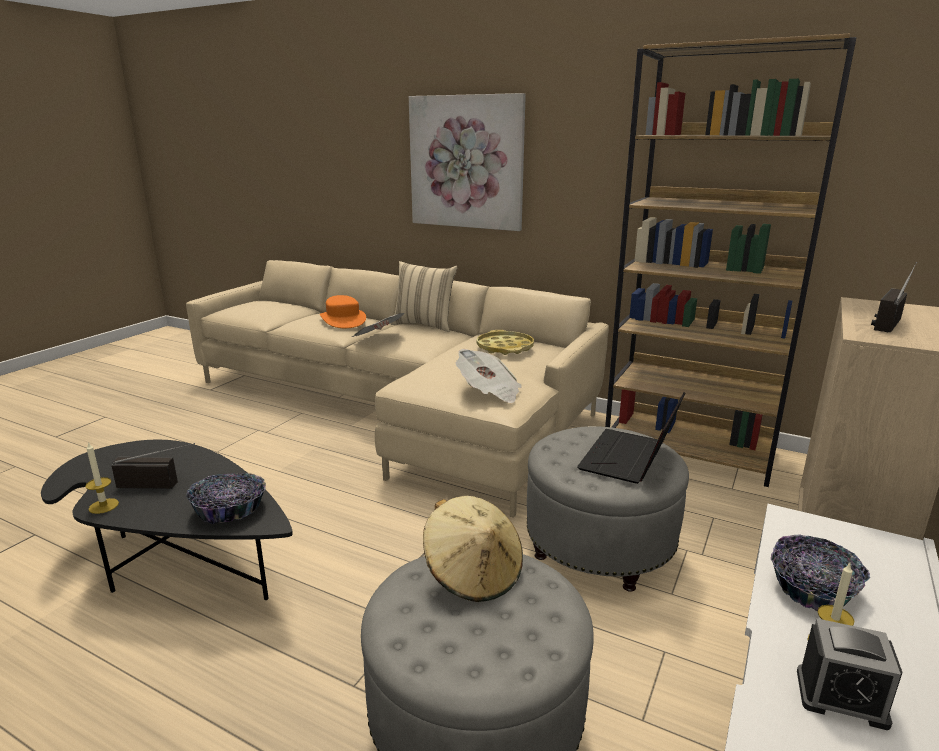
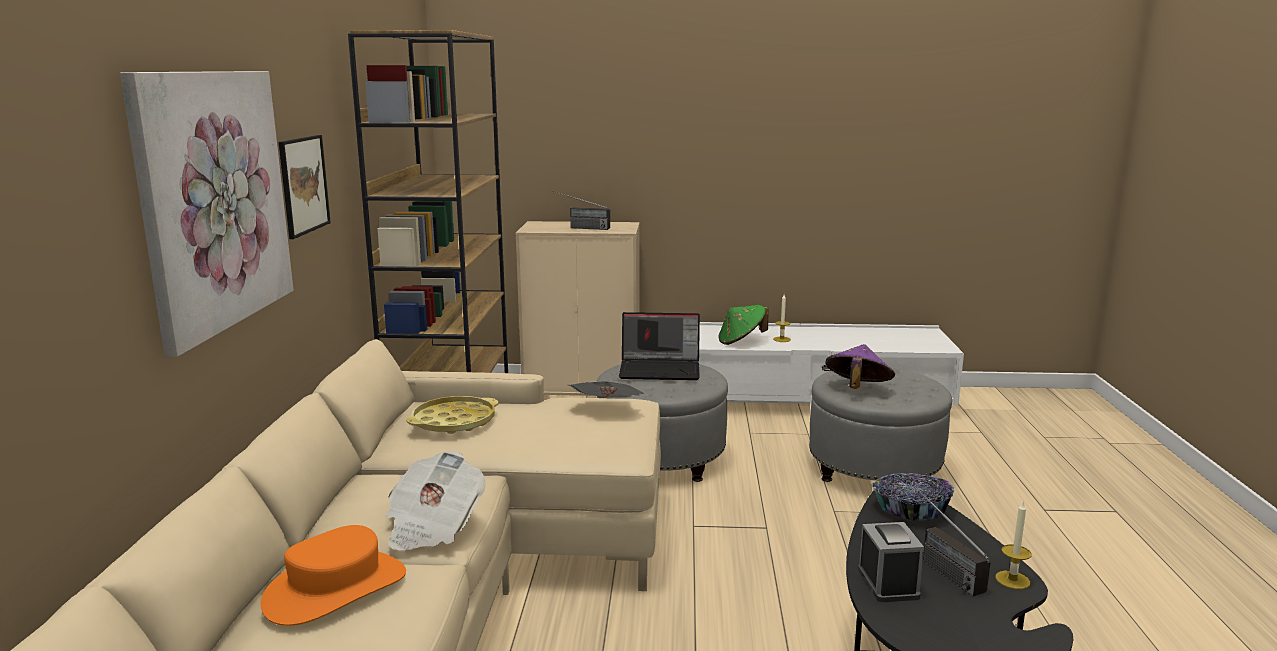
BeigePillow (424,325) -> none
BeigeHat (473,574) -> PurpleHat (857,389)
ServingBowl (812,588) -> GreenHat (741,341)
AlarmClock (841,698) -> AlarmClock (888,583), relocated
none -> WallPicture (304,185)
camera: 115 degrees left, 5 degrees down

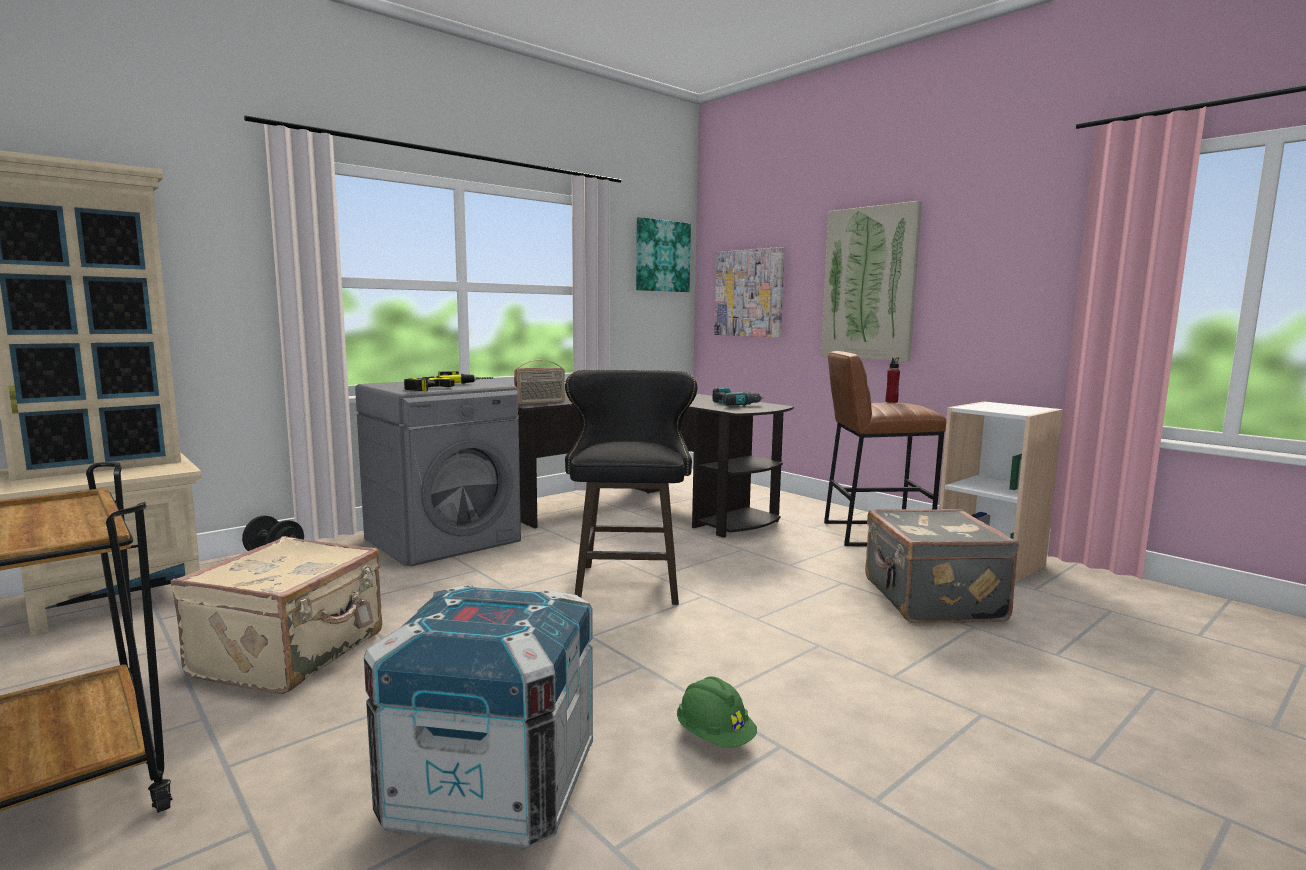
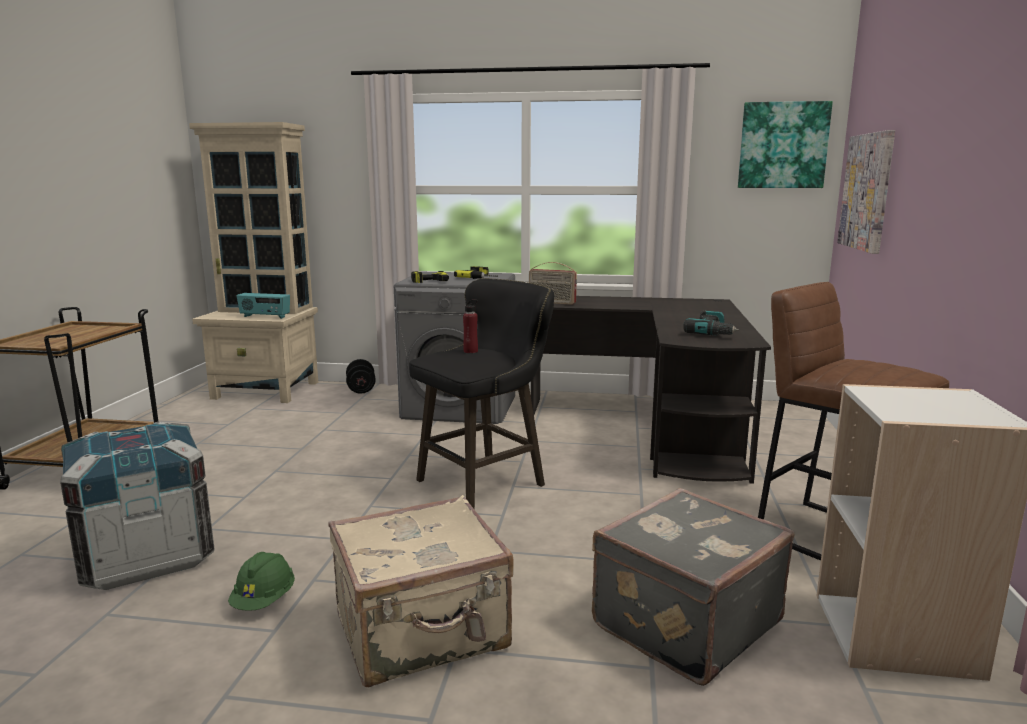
BeigePieceOfLuggage (292,654) -> BeigePieceOfLuggage (422,632), relocated
WallPicture (869,283) -> none
RedColouredBottle (891,401) -> RedColouredBottle (470,351), relocated
none -> Radio (264,317)
camera: 50 degrees right, 5 degrees up

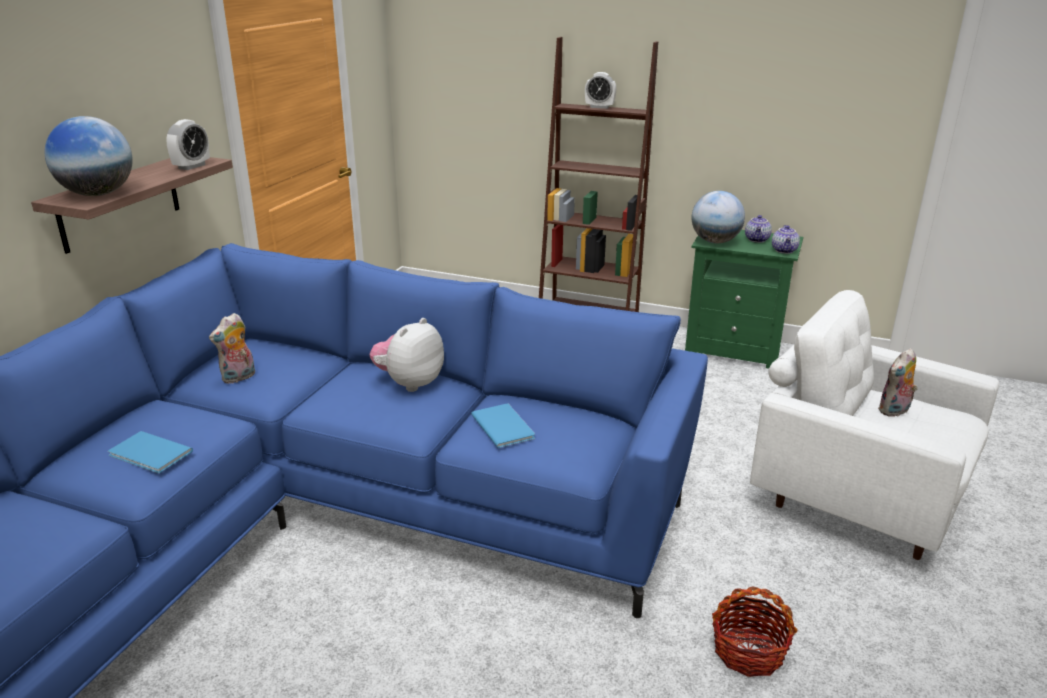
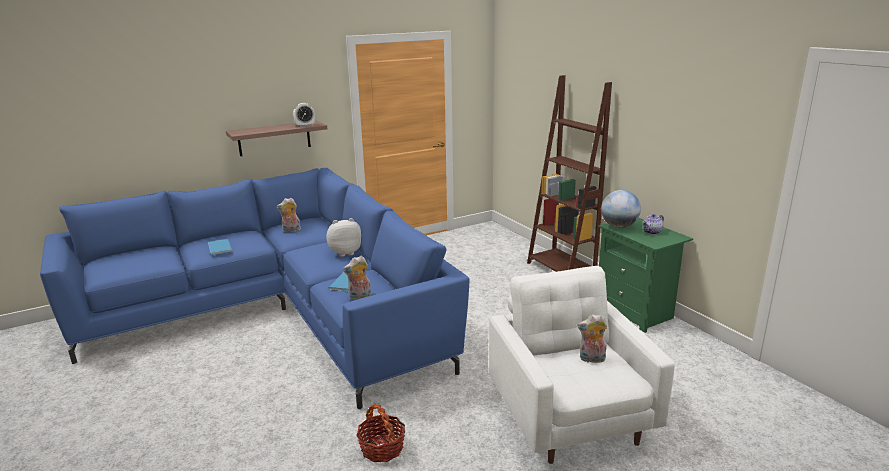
Globe (98,194) -> none
AlarmClock (599,107) -> none
TeaPot (784,251) -> none
none -> PlushToy (360,297)
camera: 40 degrees right, 5 degrees down

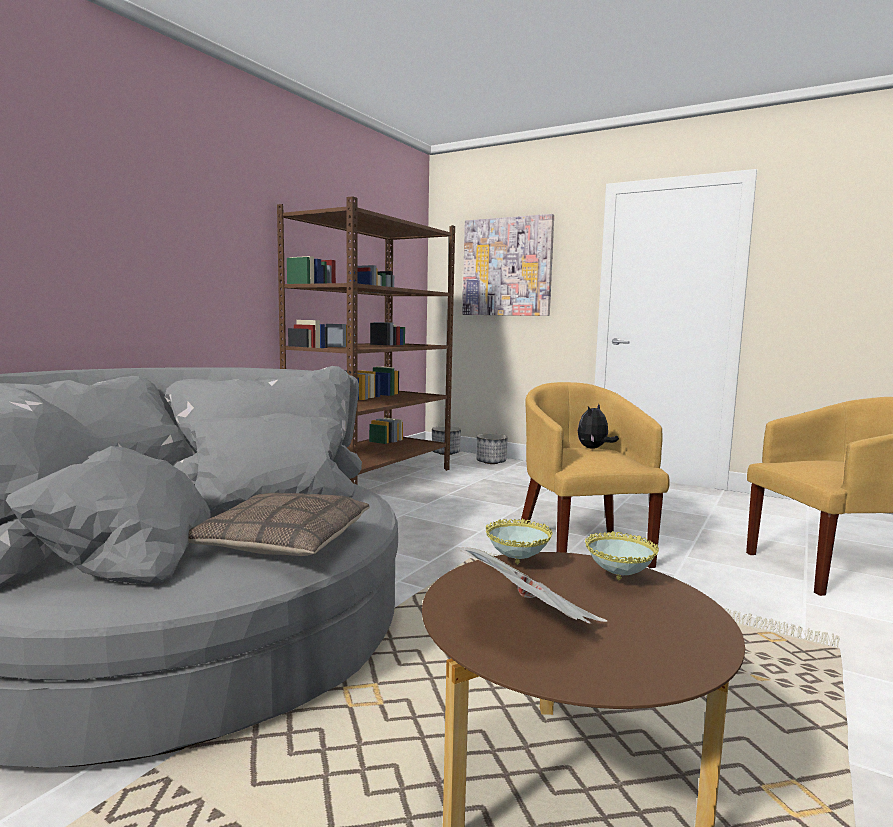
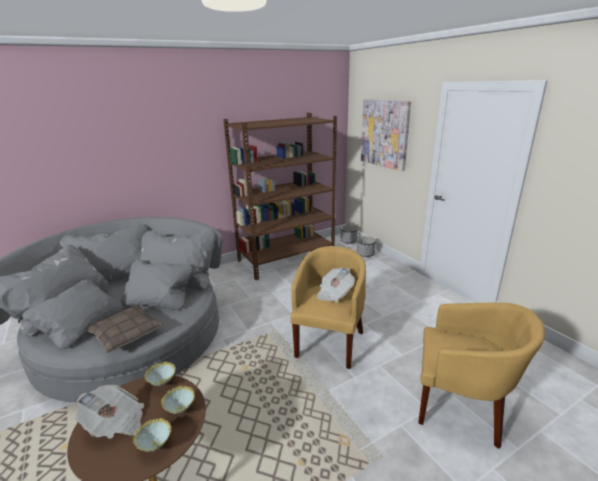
PlushToy (594,448) -> PrintedPaper (334,293)
none -> ServingBowl (156,446)
camera: 30 degrees right, 15 degrees up

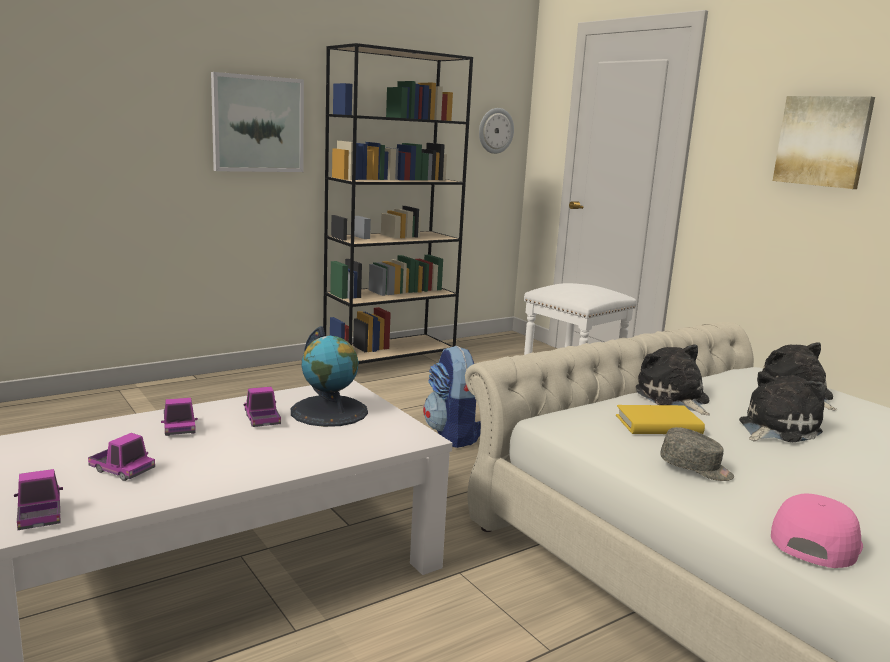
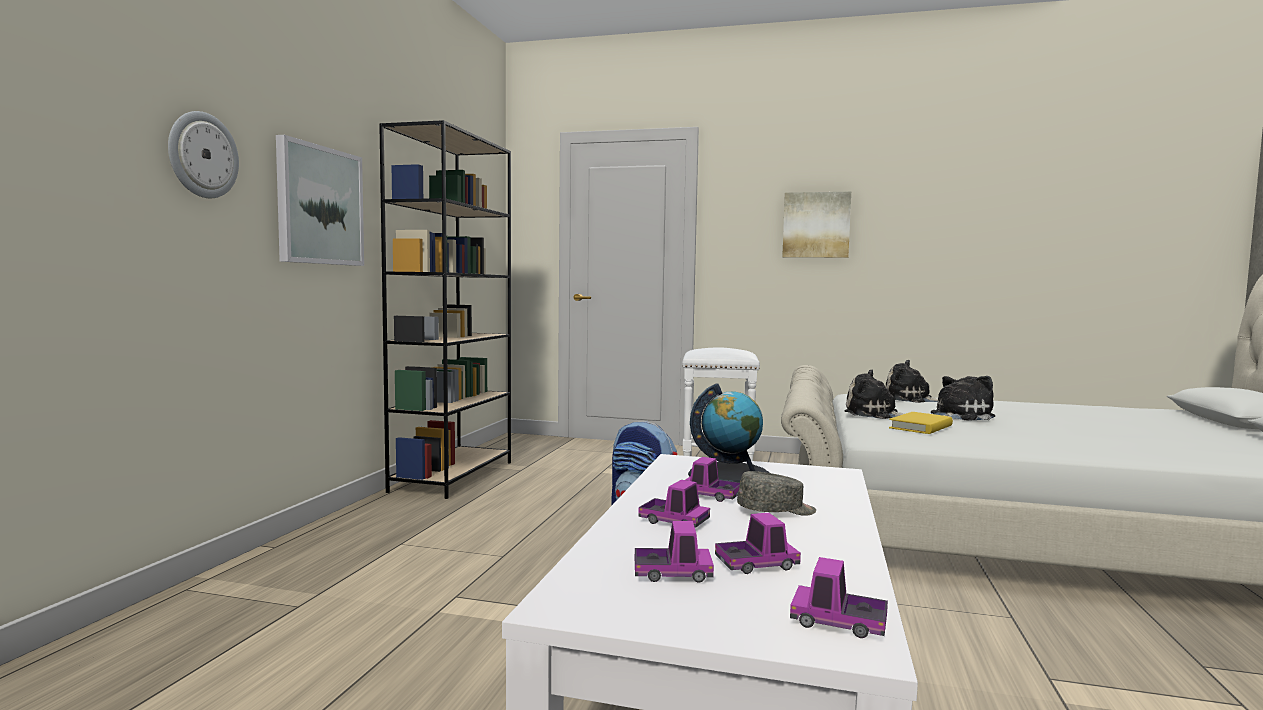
WallClock (495,130) -> WallClock (202,155), relocated
GreyishCap (696,468) -> GreyishCap (776,511), relocated
PlushToy (775,428) -> PlushToy (958,416), 45 degrees clockwise
PinkColouredCap (814,540) -> none
none -> ModelTruck (672,574)
camera: 40 degrees left, 10 degrees down

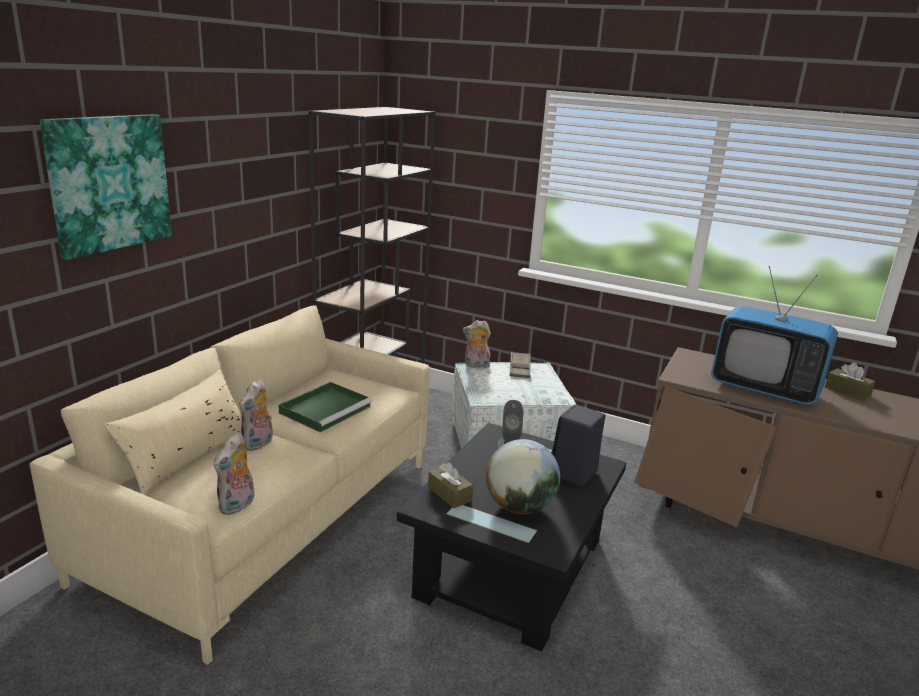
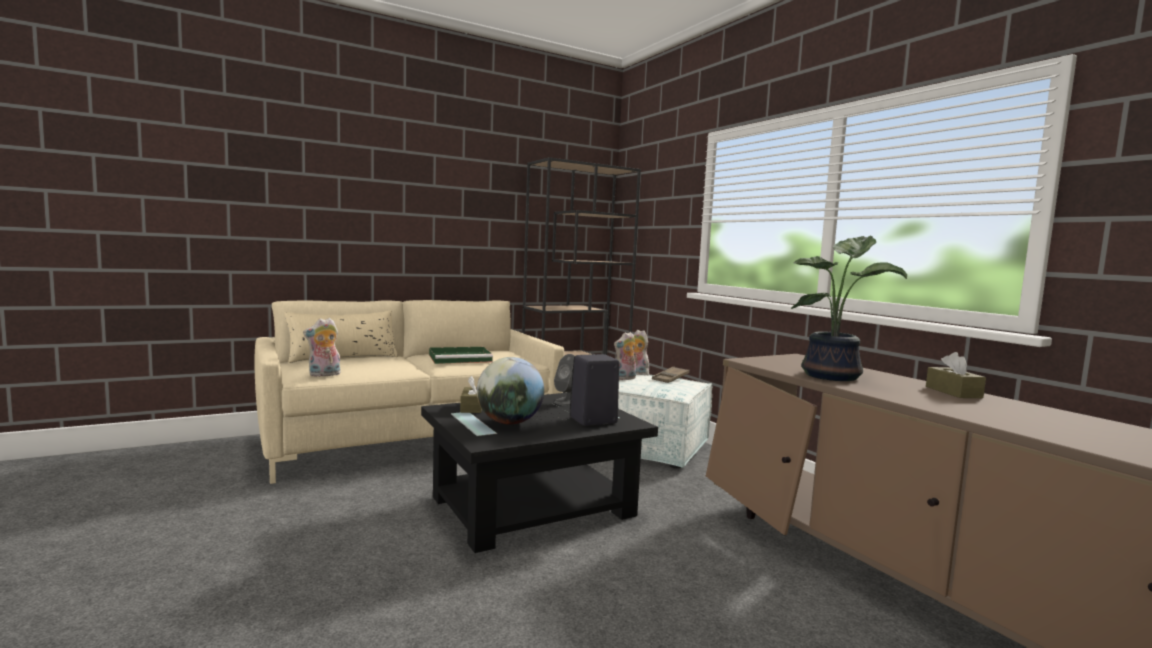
WallPicture (109,183) -> none
PlushToy (258,444) -> PlushToy (625,378), relocated
TvSet (764,389) -> Houseplant (834,376)
camera: 35 degrees right, 15 degrees down

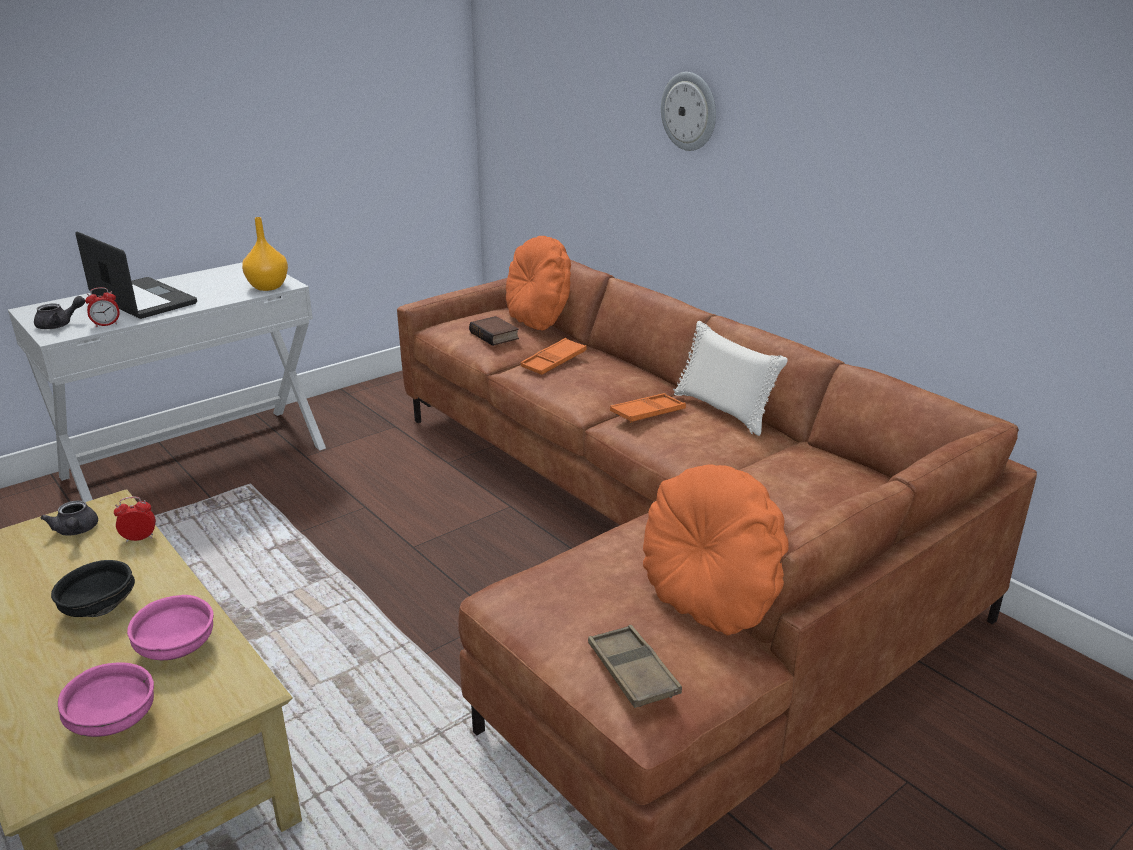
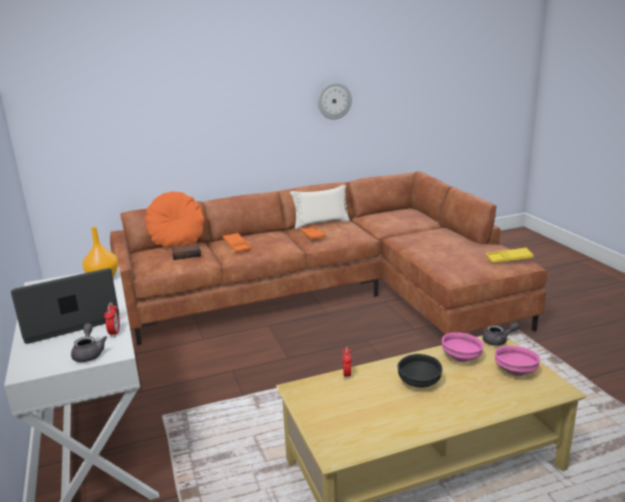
GreyishTeaPot (76,531) -> GreyishTeaPot (498,341), relocated
BrownColouredServingTray (632,672) -> YellowishServingTray (509,258)
OrangeColouredPillow (708,606) -> none
WallClock (689,111) -> WallClock (334,100), relocated
camera: 70 degrees left, 5 degrees down

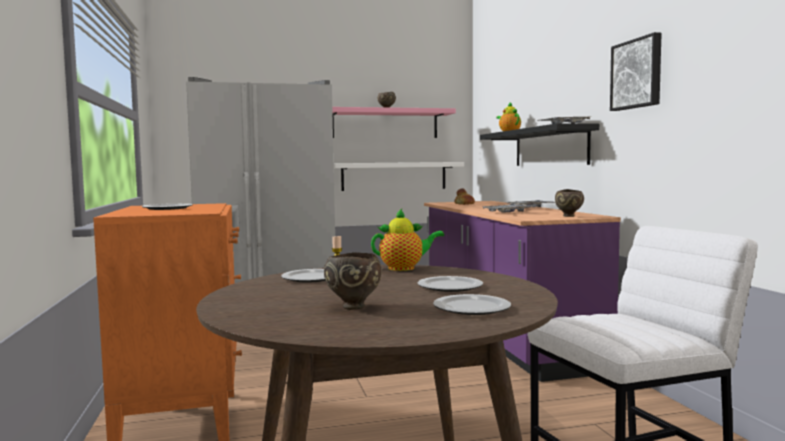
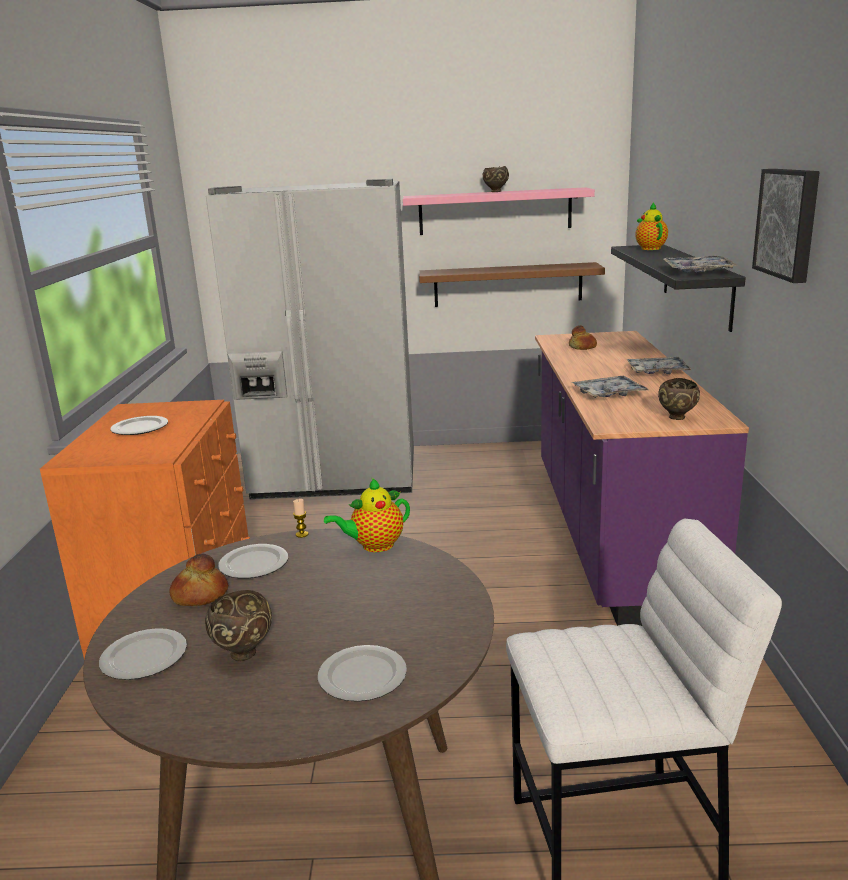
WhiteBracketShelf (394,176) -> BrownColouredBracketShelf (508,284)
TeaPot (404,268) -> TeaPot (374,546), 150 degrees clockwise
DinnerPlate (450,287) -> DinnerPlate (143,658), relocated
none -> BakedBread (199,595)
camera: 15 degrees right, 15 degrees up

